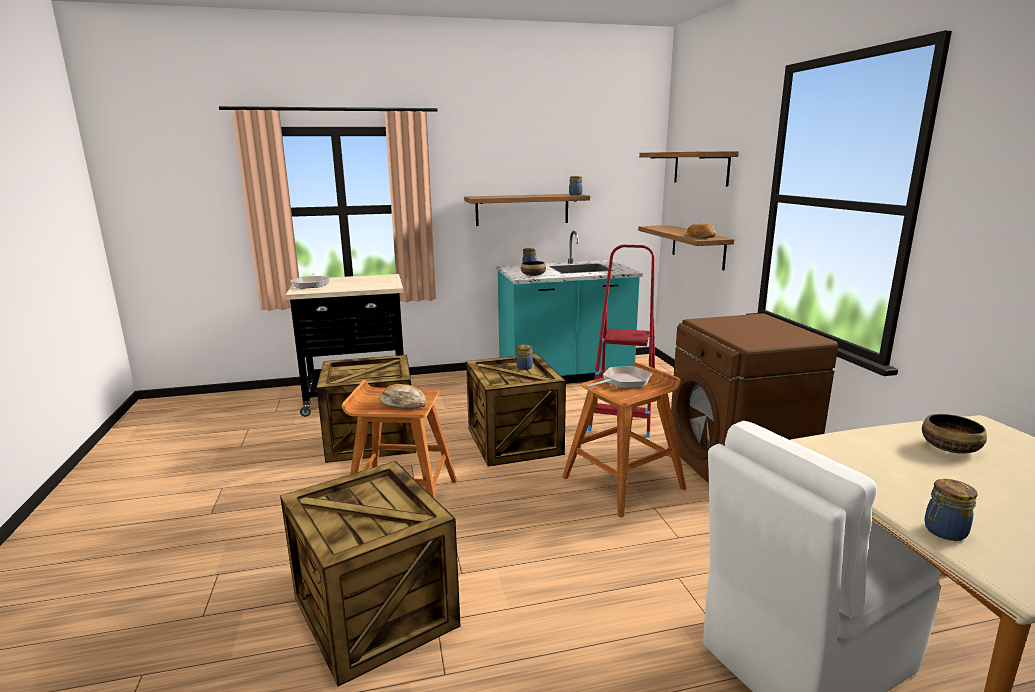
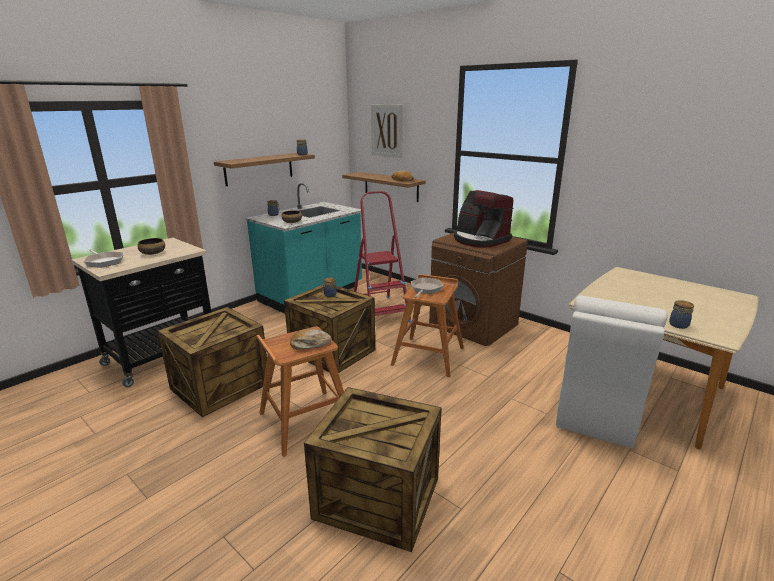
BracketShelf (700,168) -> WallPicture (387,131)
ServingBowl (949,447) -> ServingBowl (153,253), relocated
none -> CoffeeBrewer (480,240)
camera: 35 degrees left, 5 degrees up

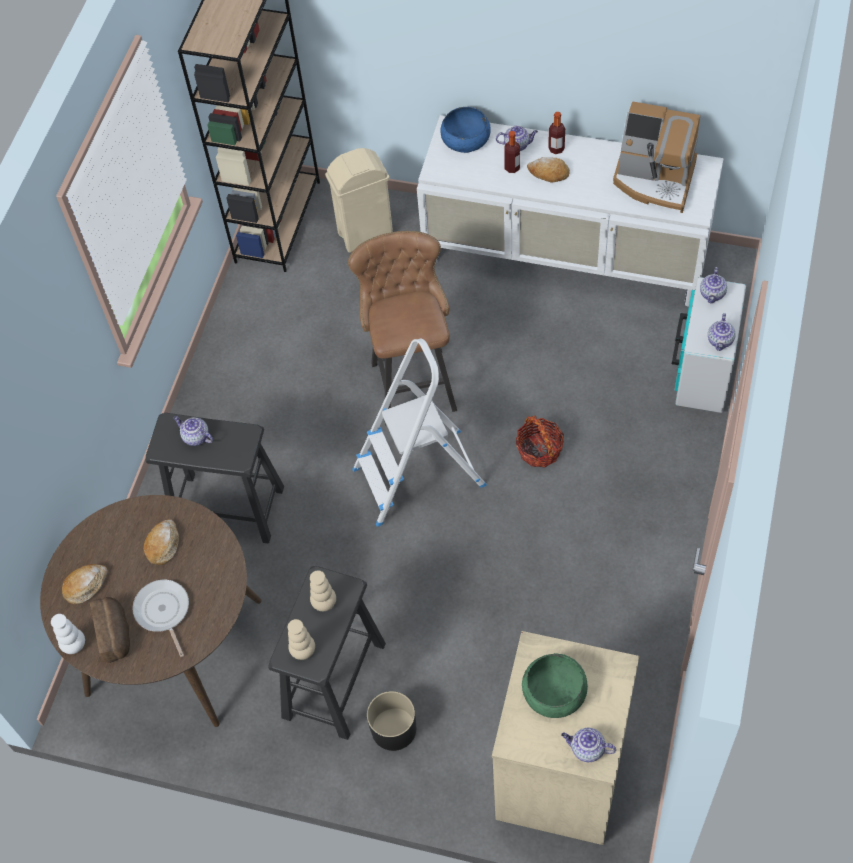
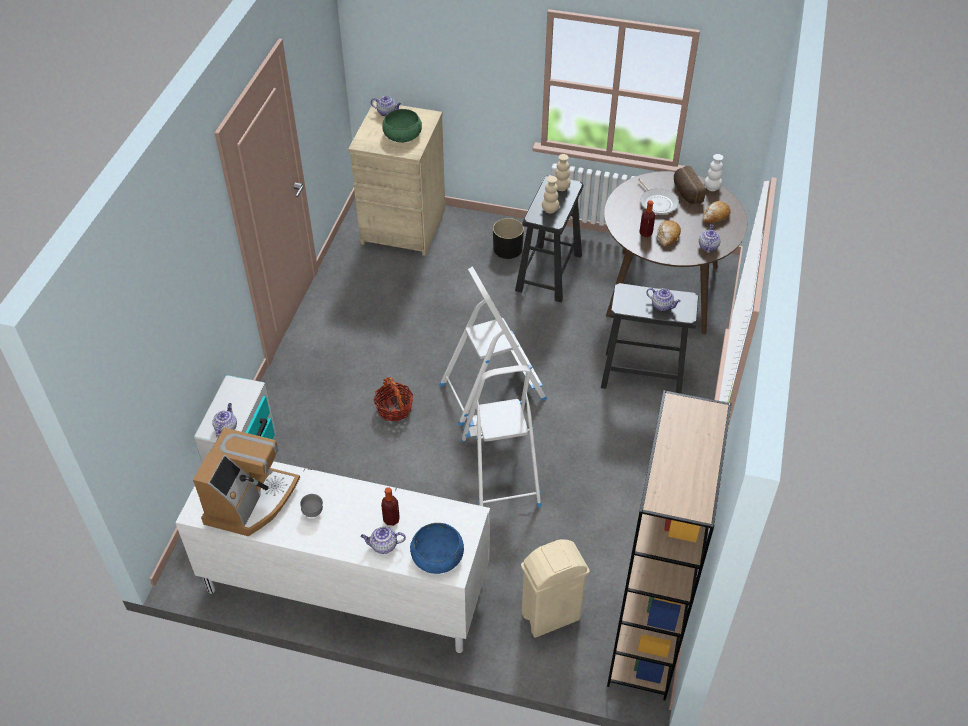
BrownColouredStool (411,376) -> WhiteStepStool (500,470)
BakedBread (548,173) -> none
Bottle (556,149) -> Bottle (645,233), relocated
CoffeeBrewer (654,179) -> CoffeeBrewer (251,500), 90 degrees clockwise
TeaPot (720,341) -> TeaPot (708,246), relocated
none -> GreyishServingBowl (313,512)
camera: 175 degrees right, 10 degrees down

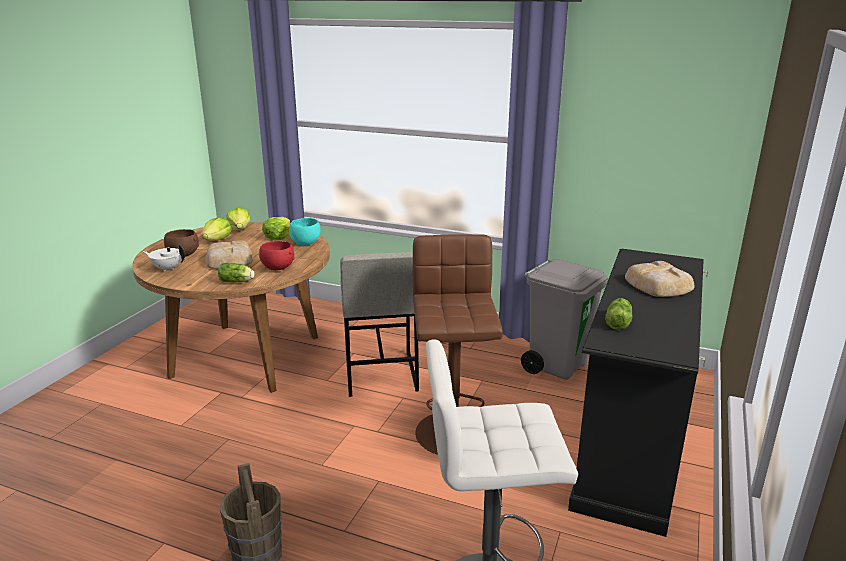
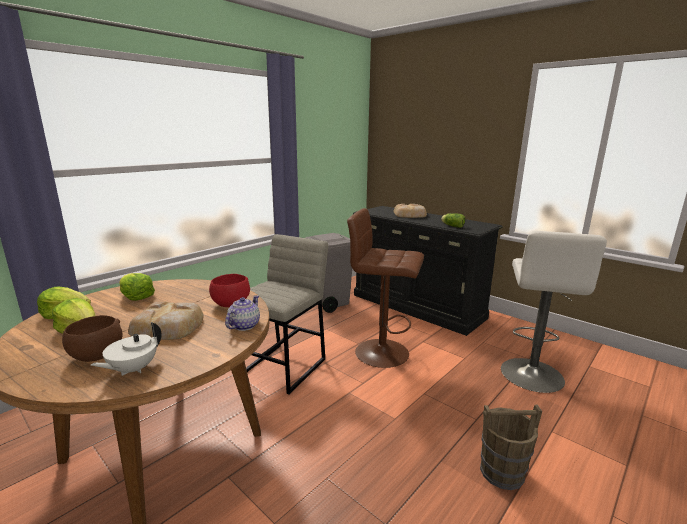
Lettuce (237,281) -> TeaPot (243,326)
TurquoiseServingBowl (306,243) -> none
GreyishPlainChair (381,375) -> GreyishPlainChair (284,366), 75 degrees counterclockwise
camera: 70 degrees left, 5 degrees down

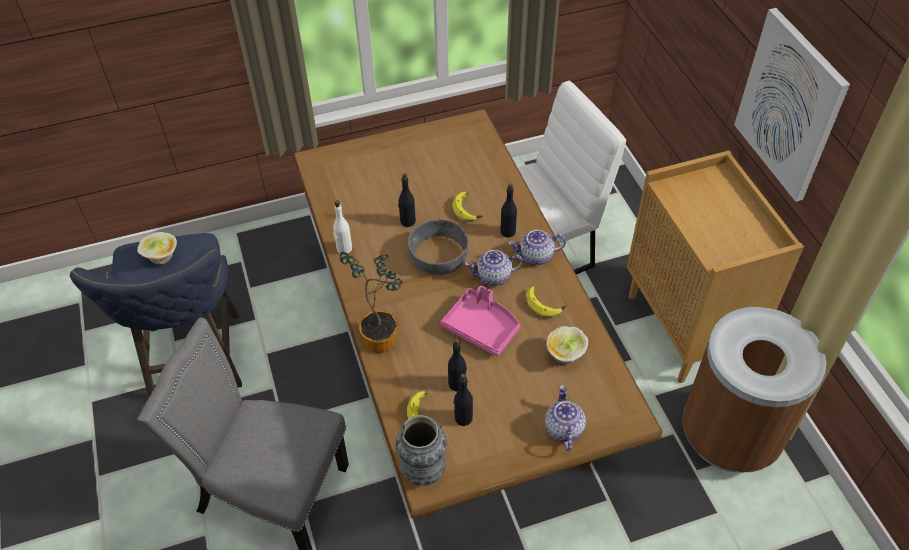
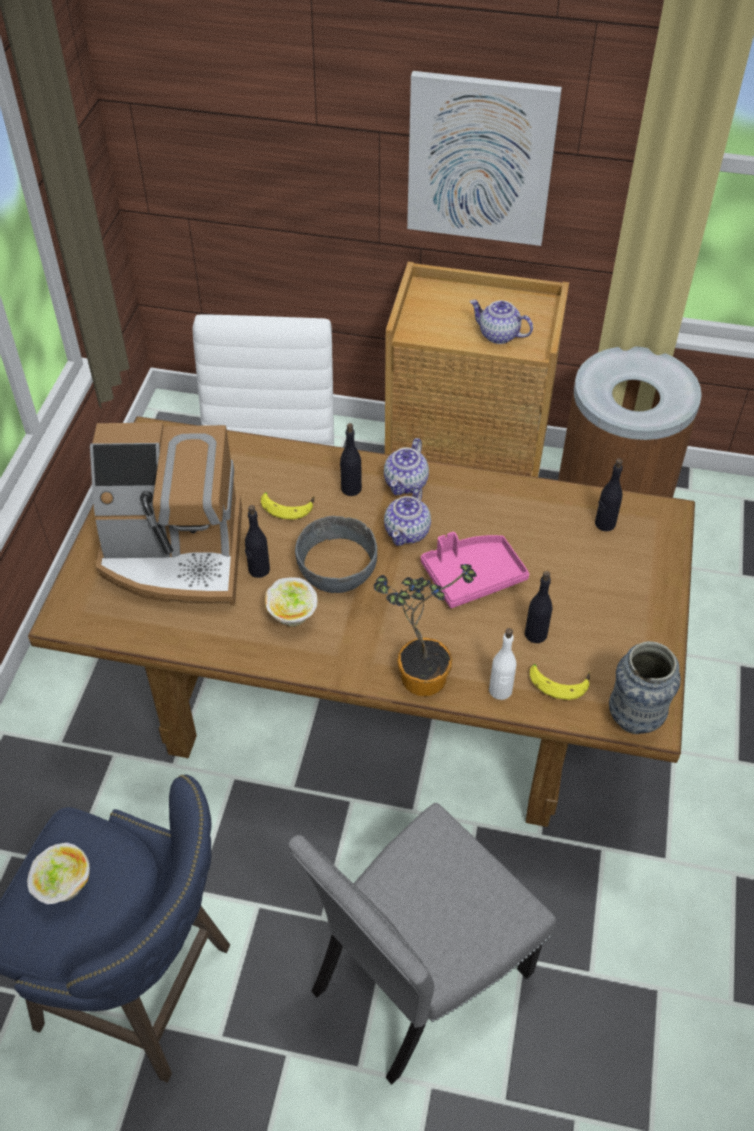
WhiteBottle (344,248) -> WhiteBottle (500,690), relocated
BlackColouredBottle (463,418) -> BlackColouredBottle (604,524), relocated
Banana (545,303) -> none
TeaPot (563,428) -> TeaPot (498,335), relocated
ServingBowl (566,356) -> ServingBowl (293,616), relocated
none -> CoffeeBrewer (175,555)
camera: 60 degrees left, 0 degrees up

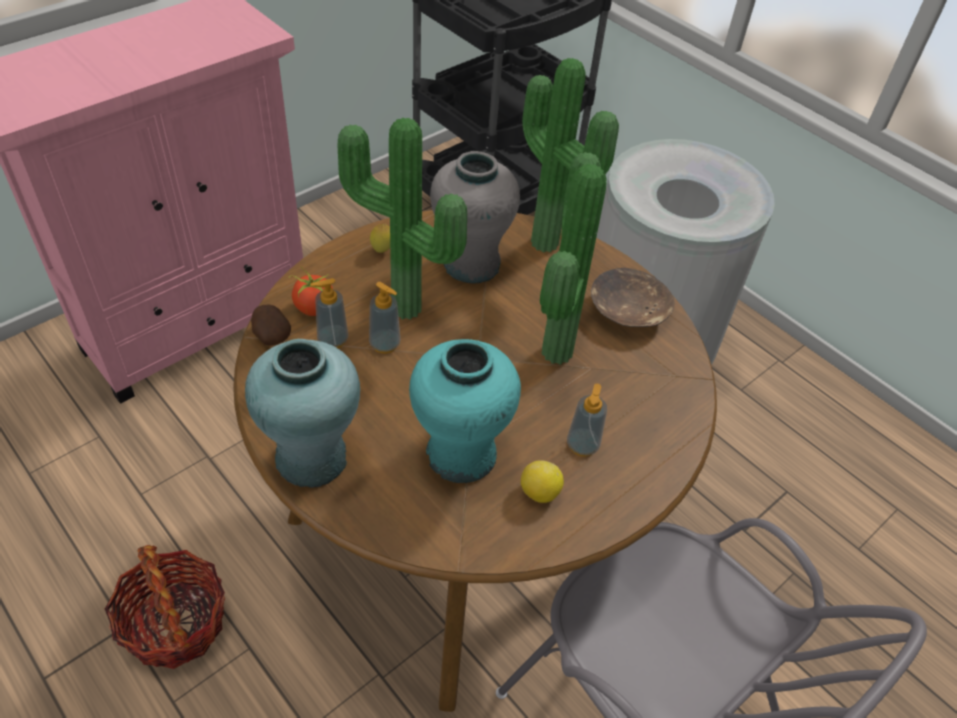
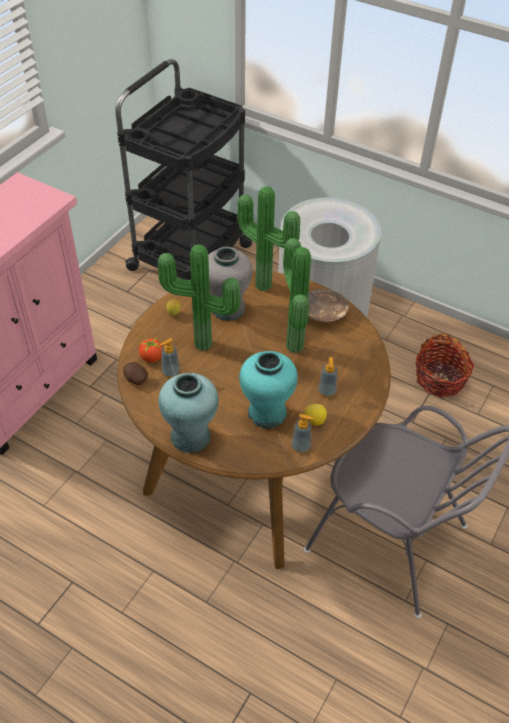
Basket (176,623) -> Basket (440,379), relocated
SoapBottle (385,344) -> SoapBottle (301,447), relocated
camera: 15 degrees left, 0 degrees up

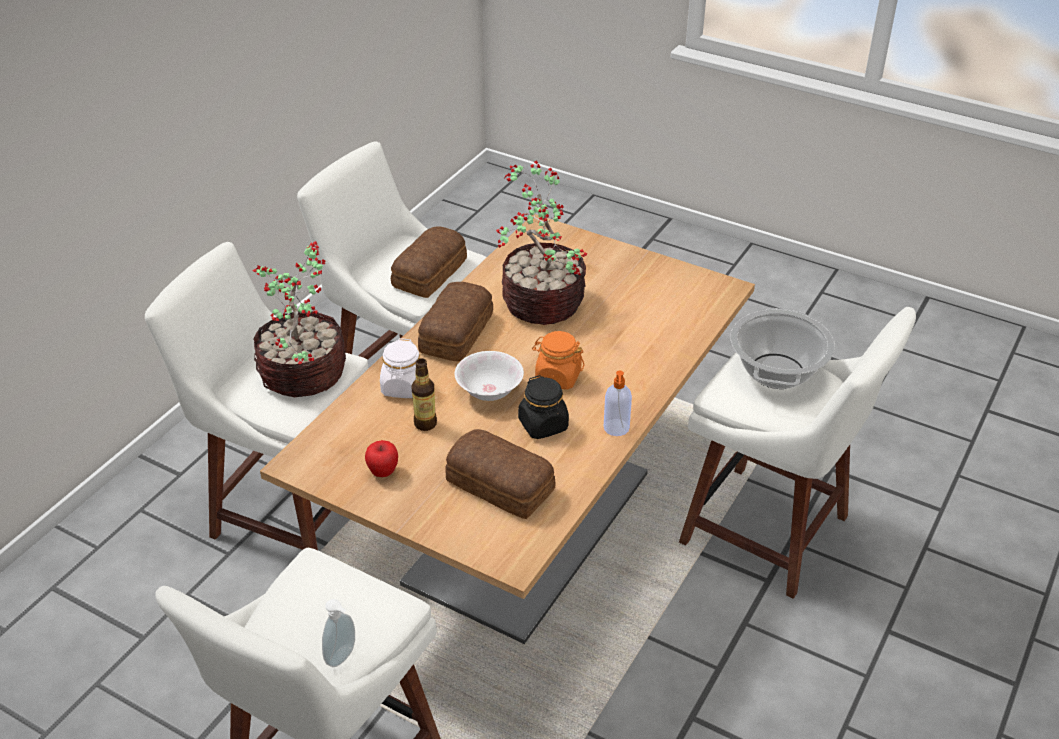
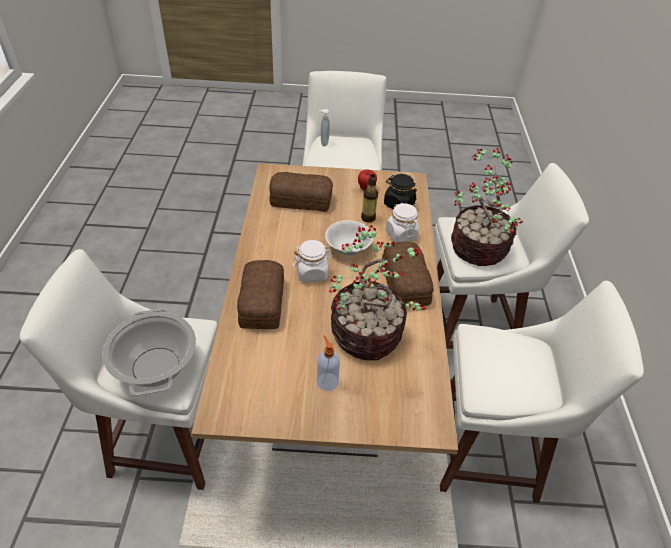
BakedBread (432,273) -> BakedBread (260,303), relocated
BlackColouredStorageJar (543,425) -> BlackColouredStorageJar (398,204), relocated
OrangeColouredStorageJar (557,377) -> WhiteStorageJar (312,273)
SoapBottle (616,428) -> SoapBottle (327,381), relocated
camera: 150 degrees right, 5 degrees up

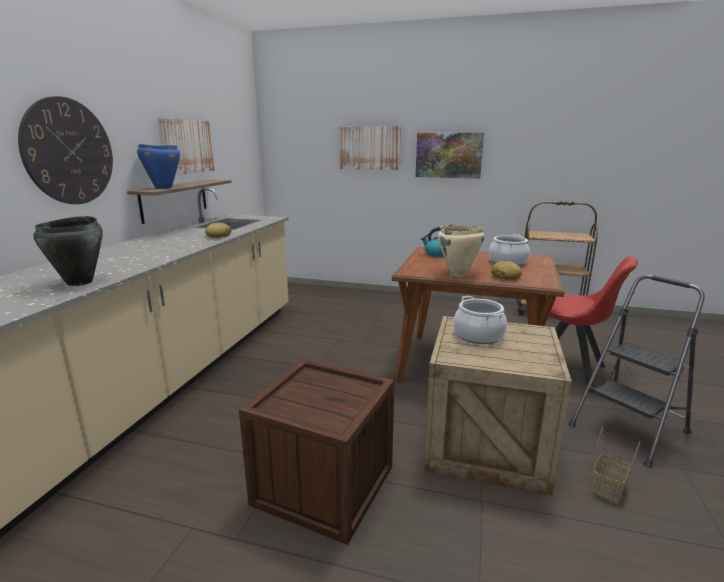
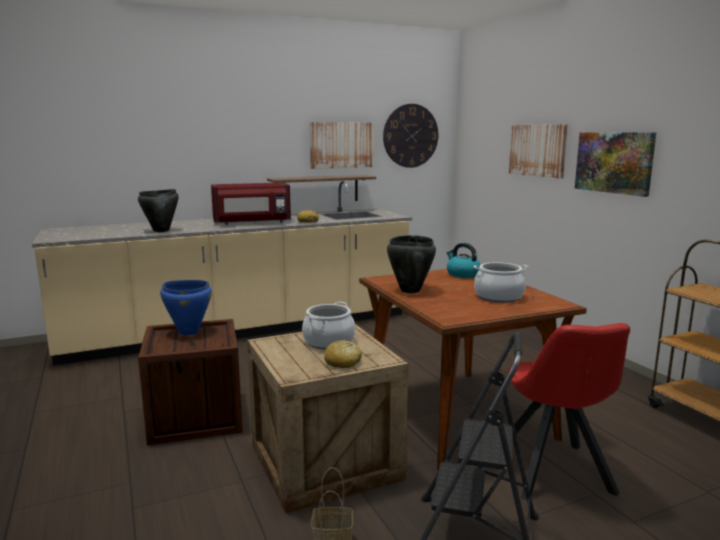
WallClock (69,152) -> WallClock (410,136), relocated
BluishStockpot (163,188) -> BluishStockpot (188,332), relocated
BeigeStockpot (458,274) -> BlackColouredStockpot (409,290)
BakedBread (506,277) -> BakedBread (342,362), relocated
none -> RedColouredKitchenMicrowave (252,222)
camera: 50 degrees right, 5 degrees down

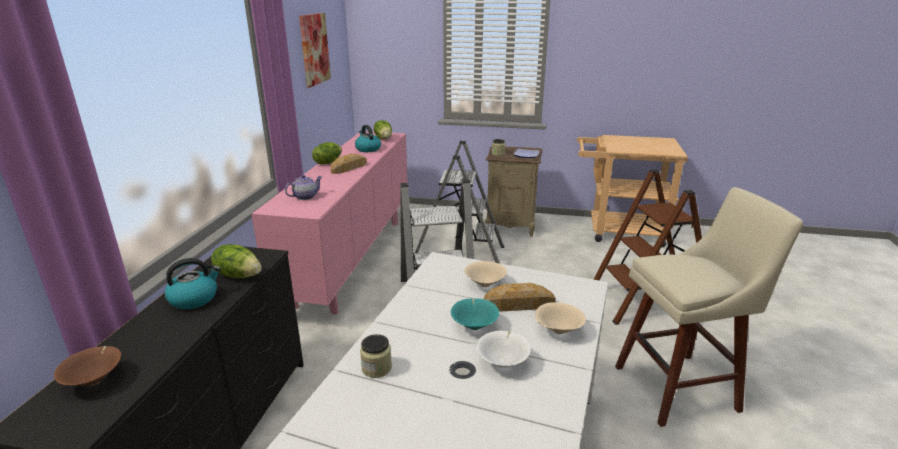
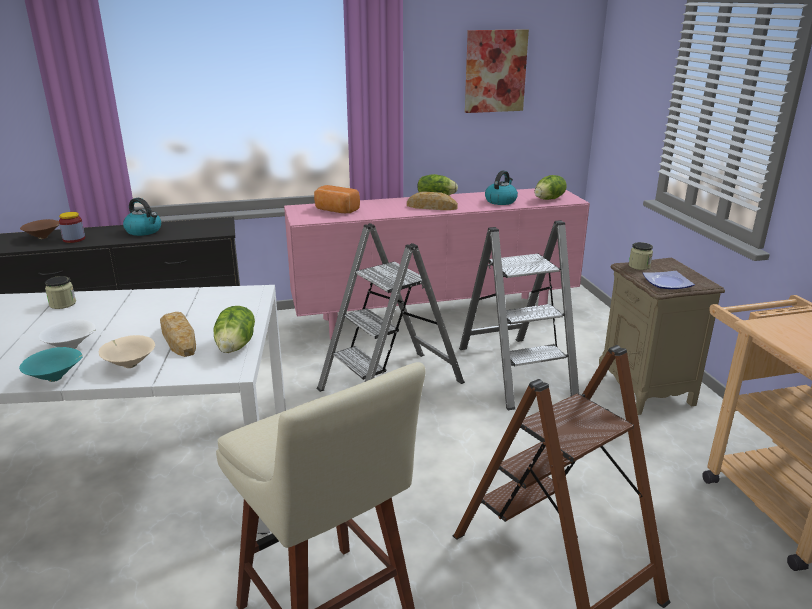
Lettuce (239,275) -> Lettuce (236,346), relocated
TeaPot (305,197) -> BakedBread (335,210)
TurquoiseServingBowl (474,326) -> TurquoiseServingBowl (56,378), relocated
BeigeServingBowl (484,285) -> none
none -> StorageJar (74,239)
camera: 65 degrees right, 0 degrees up

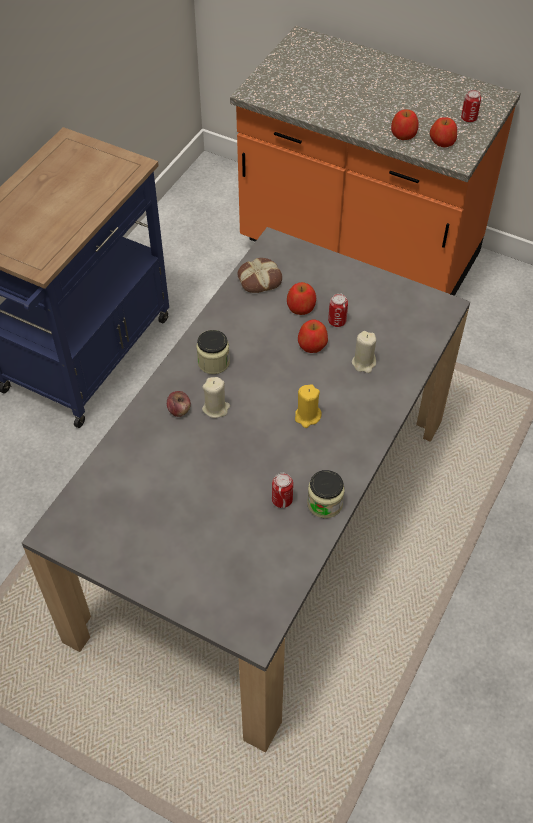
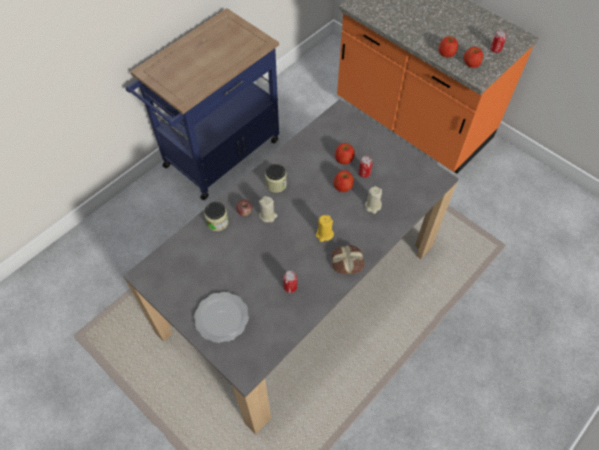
BakedBread (259,279) -> BakedBread (347,261), relocated
StorageJar (325,503) -> StorageJar (217,222), relocated
none -> DinnerPlate (221,318)
camera: 15 degrees right, 5 degrees up

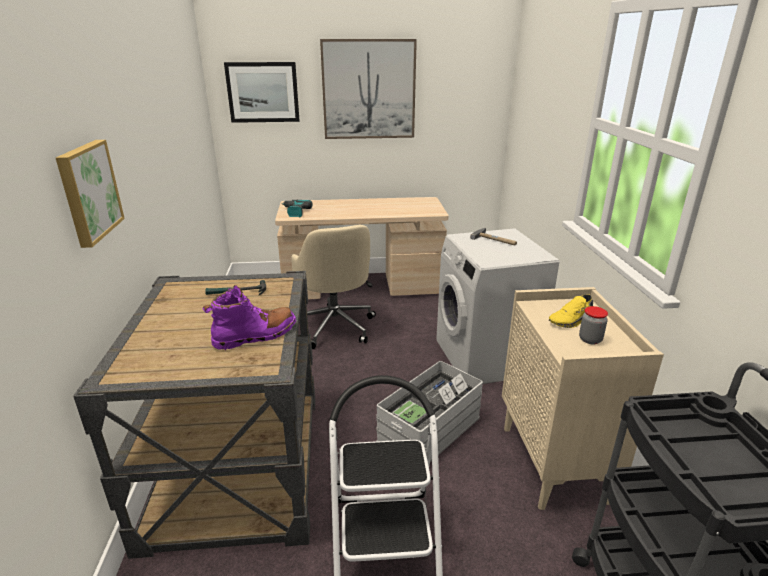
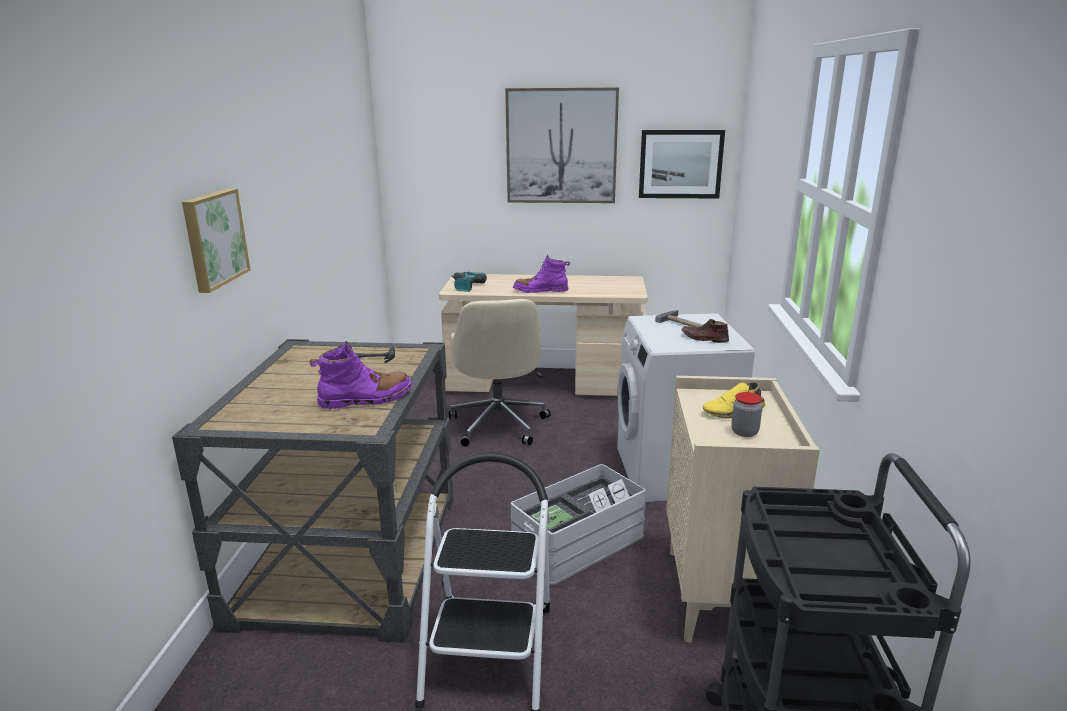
WallPicture (263,92) -> WallPicture (680,164), relocated
none -> PurpleHighTopBoot (540,291)
none -> BrownColouredShoe (704,338)
camera: 10 degrees right, 5 degrees down

